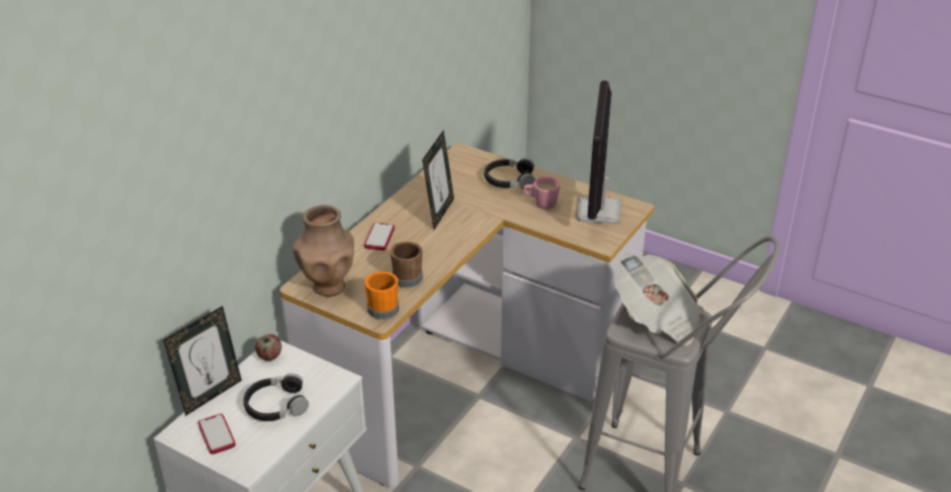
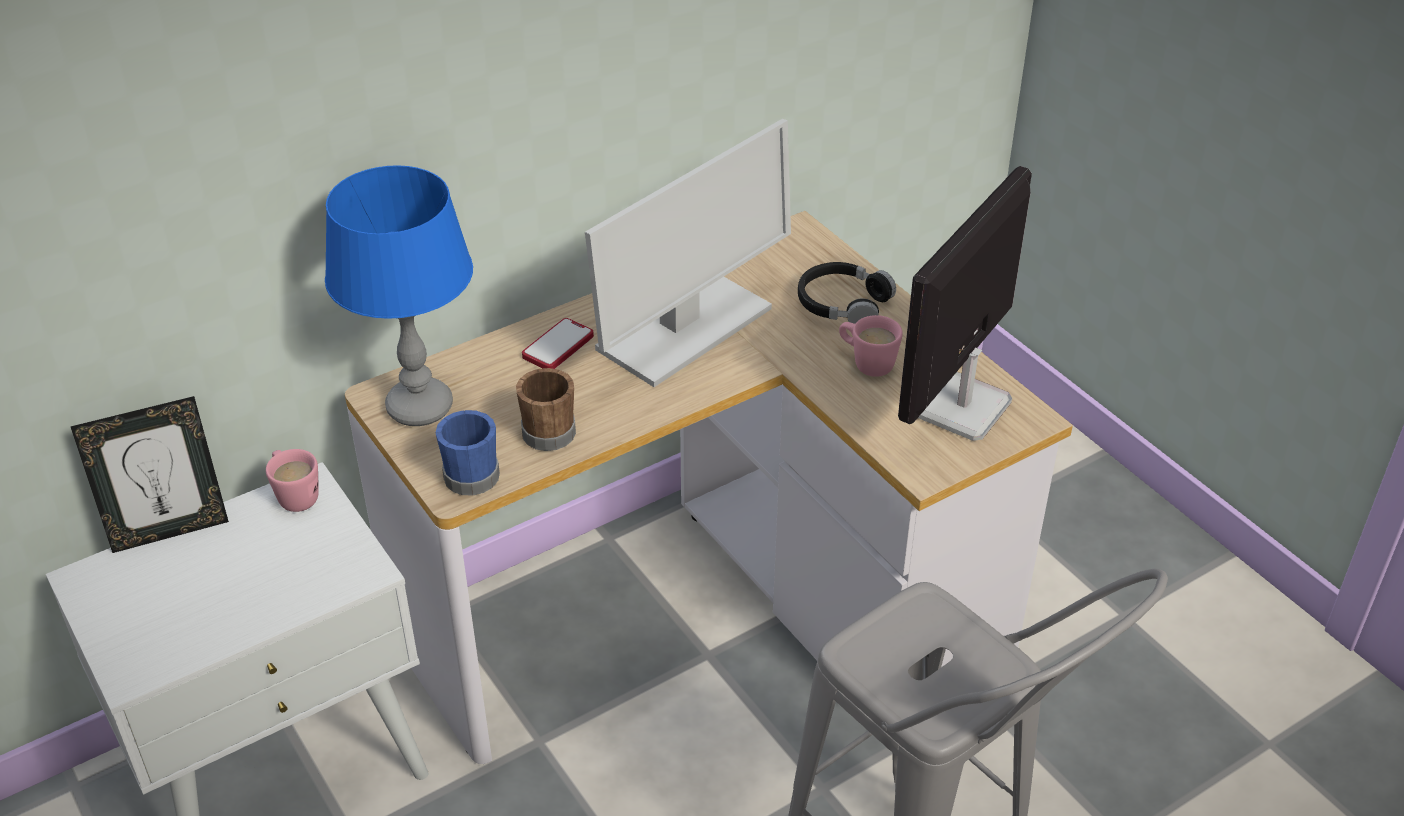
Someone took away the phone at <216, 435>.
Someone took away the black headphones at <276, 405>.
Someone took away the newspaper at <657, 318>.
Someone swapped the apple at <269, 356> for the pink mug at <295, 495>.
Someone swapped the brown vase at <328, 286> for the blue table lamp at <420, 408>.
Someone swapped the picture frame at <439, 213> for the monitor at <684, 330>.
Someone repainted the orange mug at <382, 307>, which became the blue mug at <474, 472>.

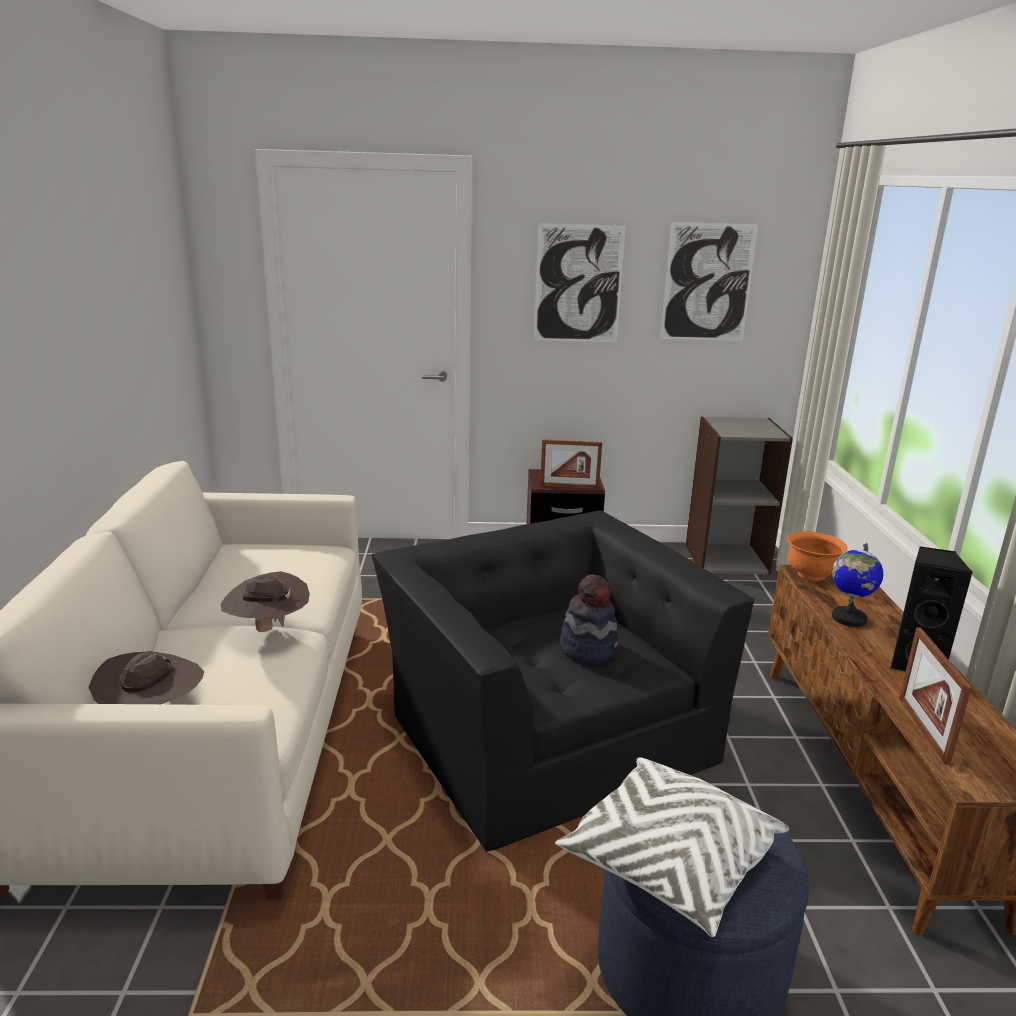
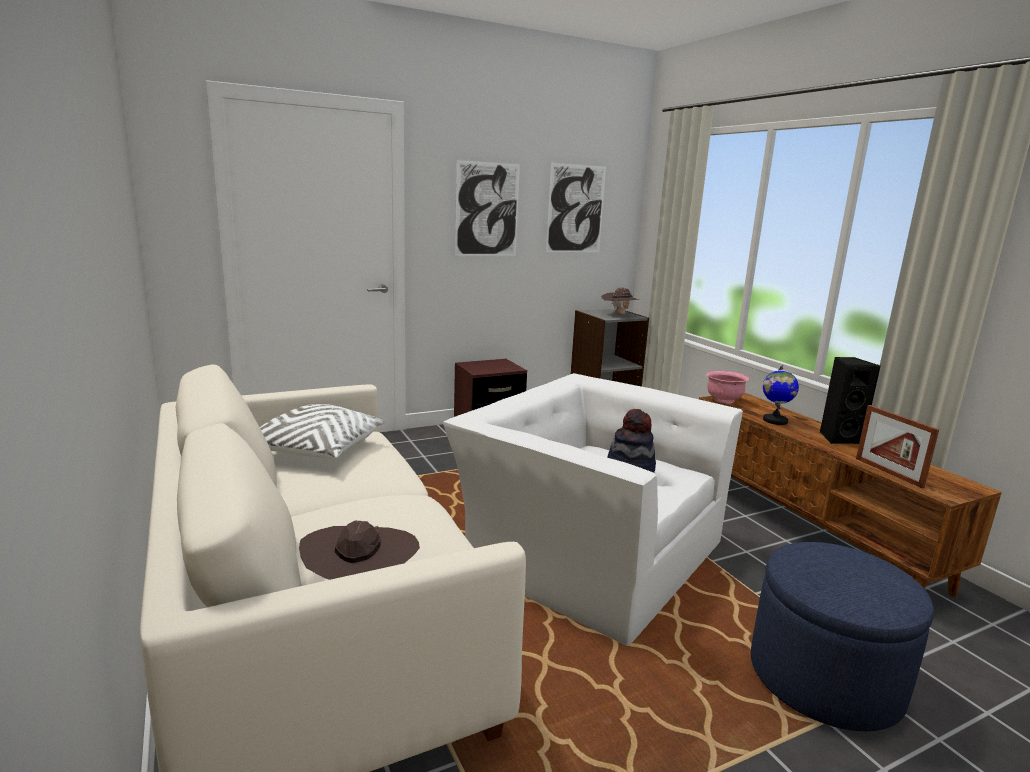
Someone took away the picture frame at <569, 486>.
Someone carried the brown hat from <268, 629> to <620, 315>.
Someone carried the white pillow from <670, 862> to <316, 451>.
Someone repainted the black armchair at <545, 730>, which became the white armchair at <588, 550>.
Someone repainted the orange bowl at <811, 574>, which became the pink bowl at <724, 400>.

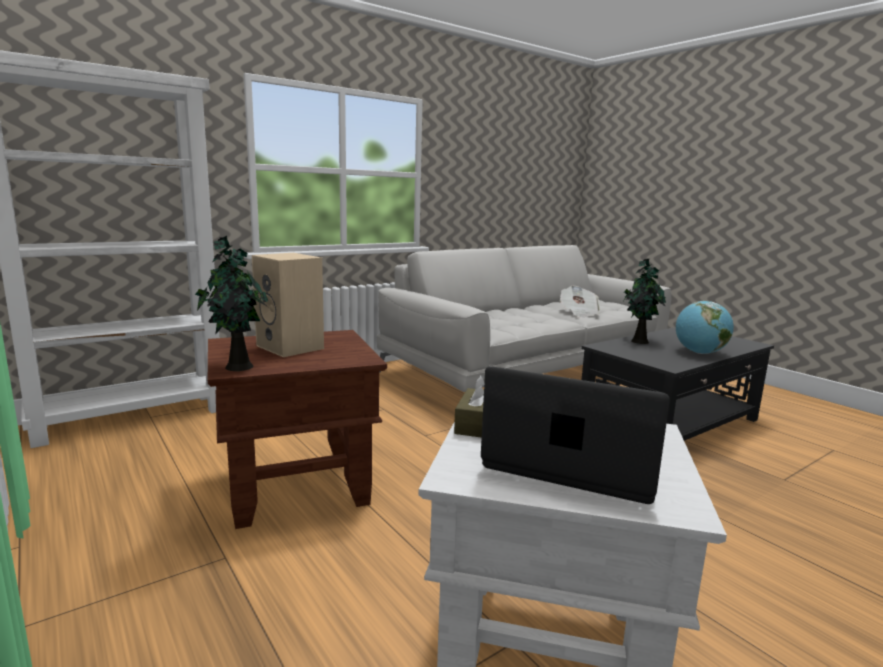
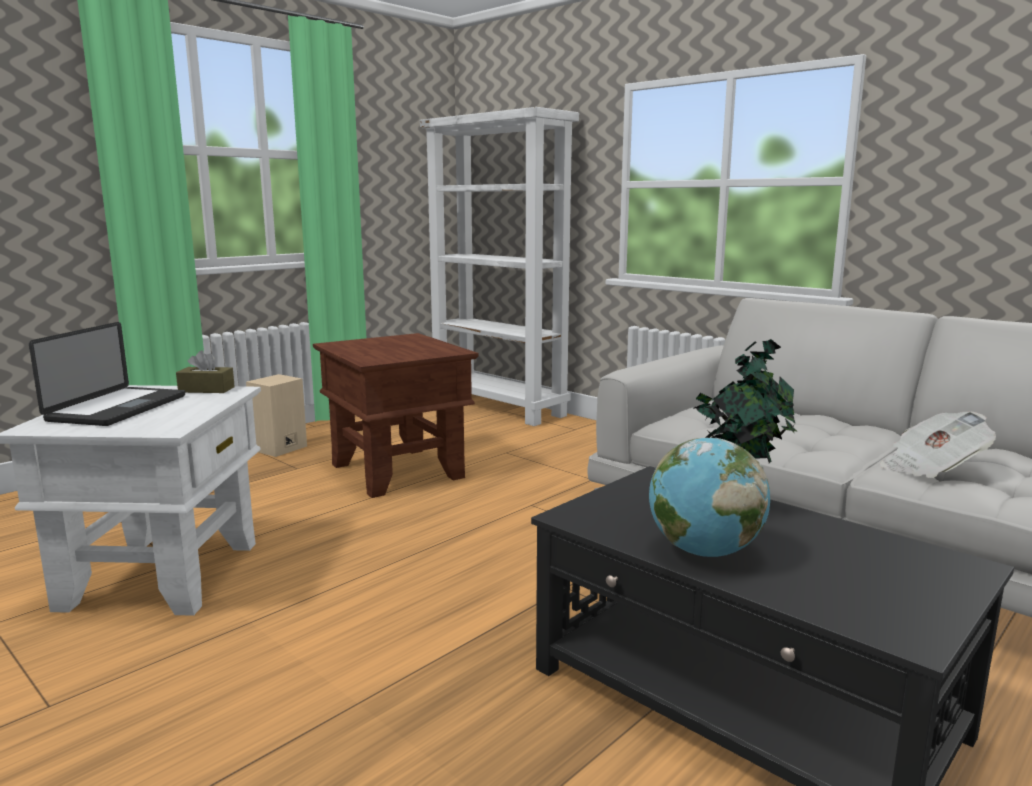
Someone took away the potted plant at <237, 366>.
Someone carried the beige speaker from <292, 347> to <279, 449>.

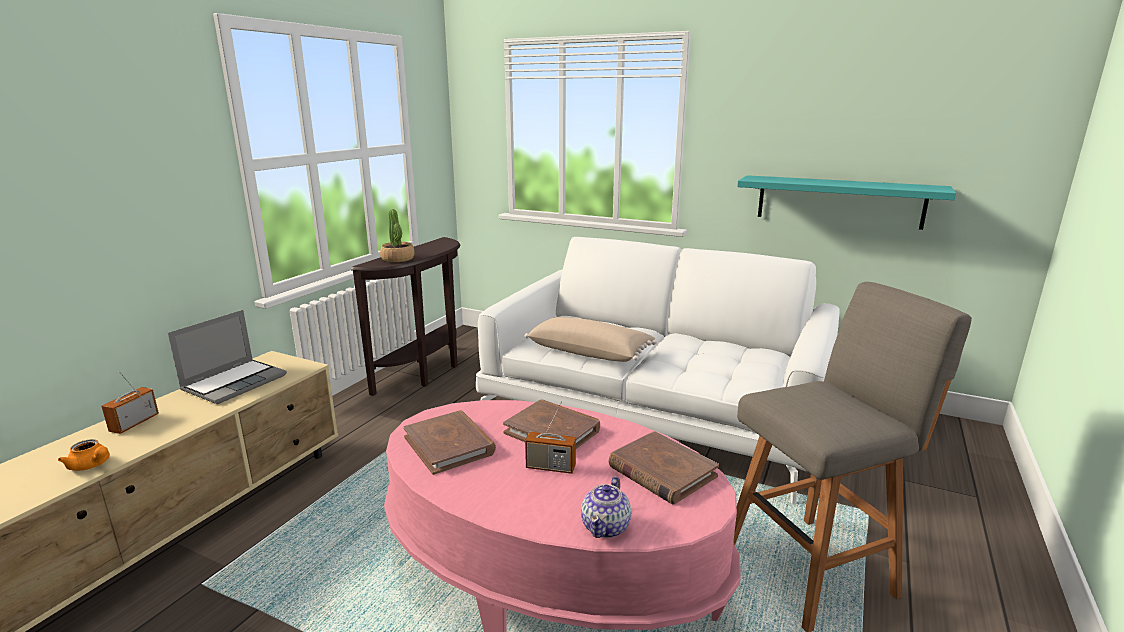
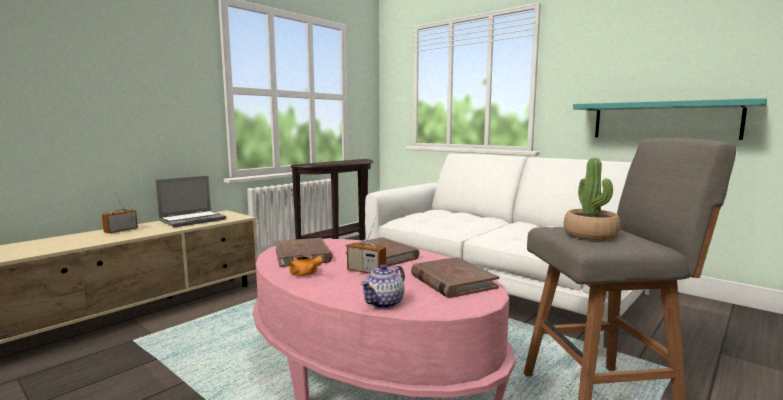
Someone took away the beige pillow at <590, 352>.
Someone carried the orange teapot from <91, 465> to <305, 274>.
Someone carried the potted plant from <398, 259> to <590, 235>.

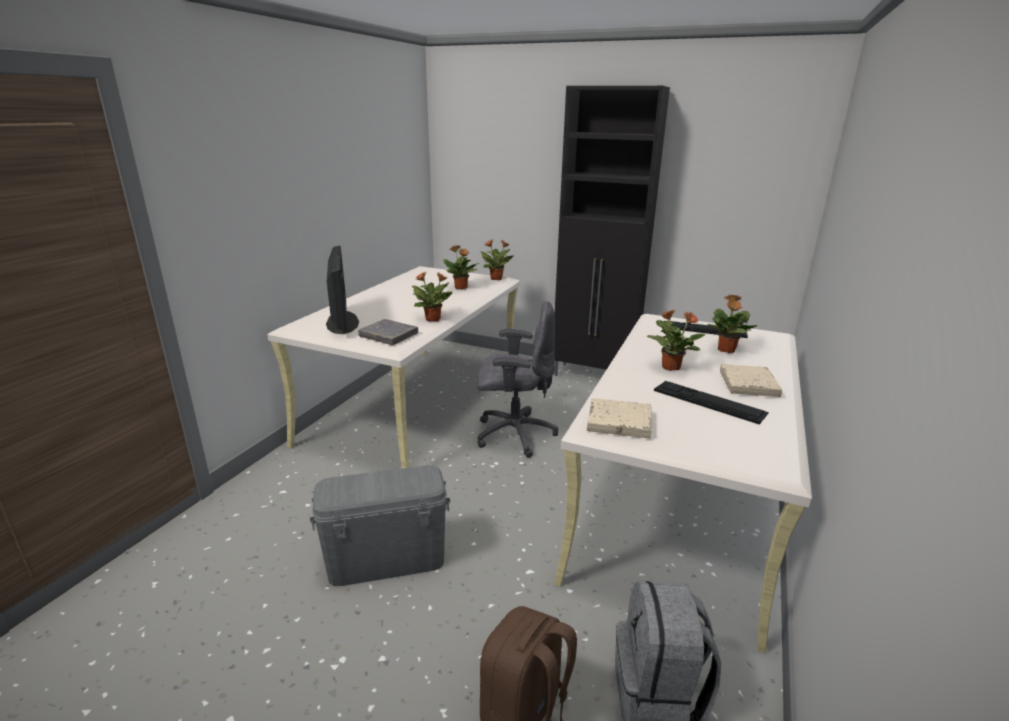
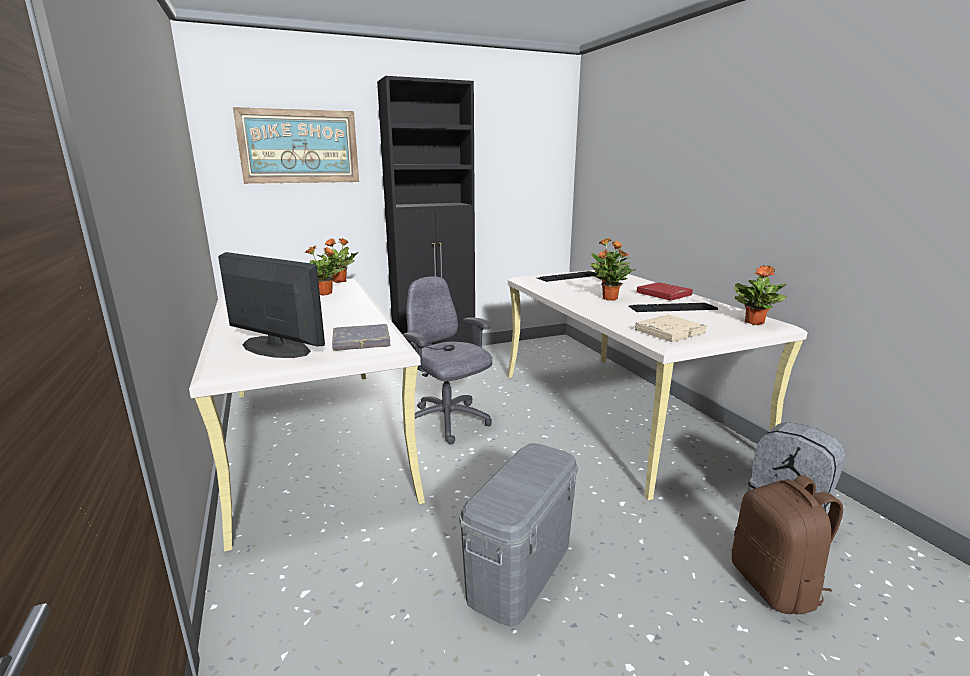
Someone put up the picture at <299, 146>.
Someone carried the potted plant from <433, 319> to <754, 322>.
Someone repainted the beige book at <748, 384>, which became the red book at <663, 295>.
Someone rotated the grey office chair at <514, 434> by 90 degrees counterclockwise.

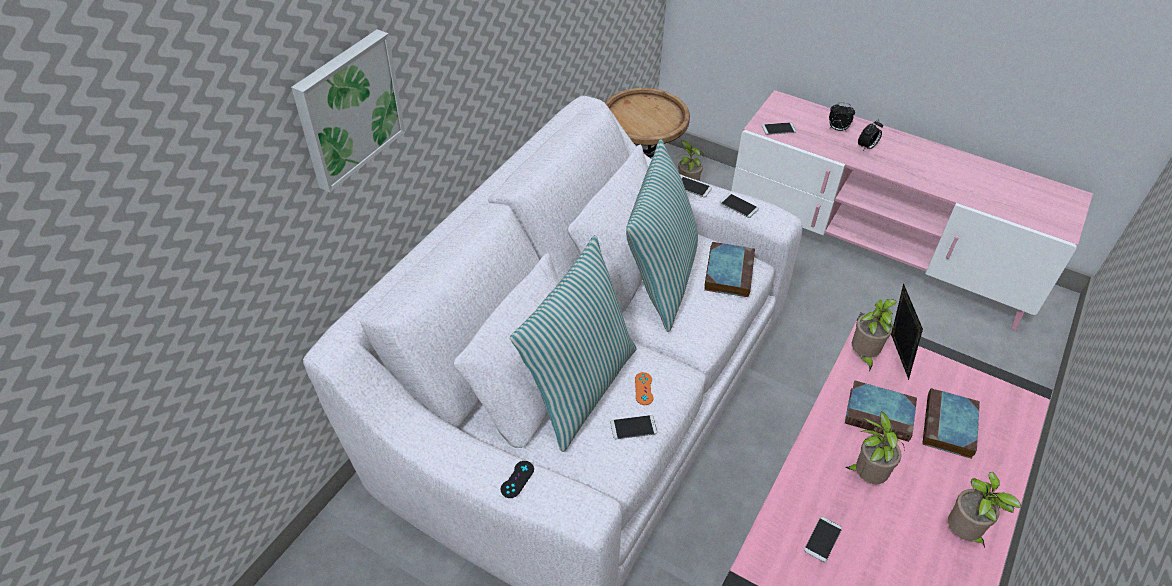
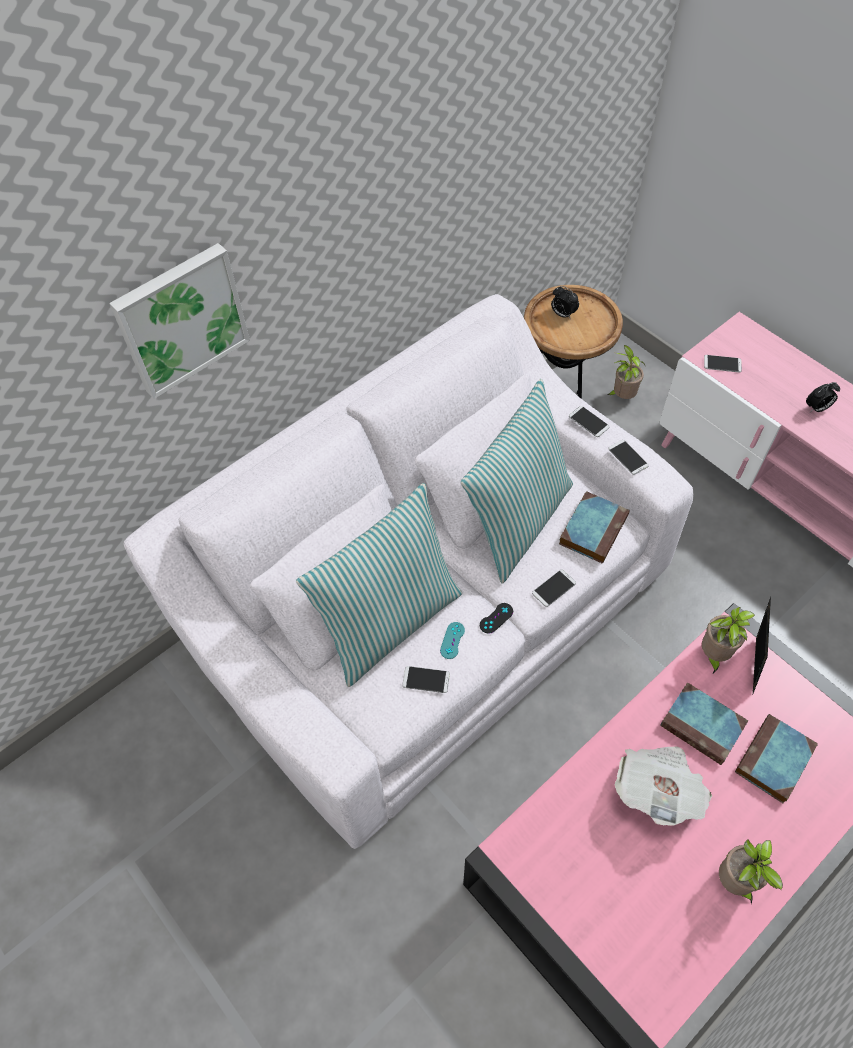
Someone carried the black game controller from <517, 479> to <496, 618>.
Someone carried the phone from <822, 539> to <554, 588>.
Someone carried the alarm clock from <837, 129> to <562, 314>.
Someone swapped the potted plant at <866, 476> for the newspaper at <658, 789>.
Someone repainted the orange game controller at <644, 388>, which became the turquoise game controller at <452, 640>.

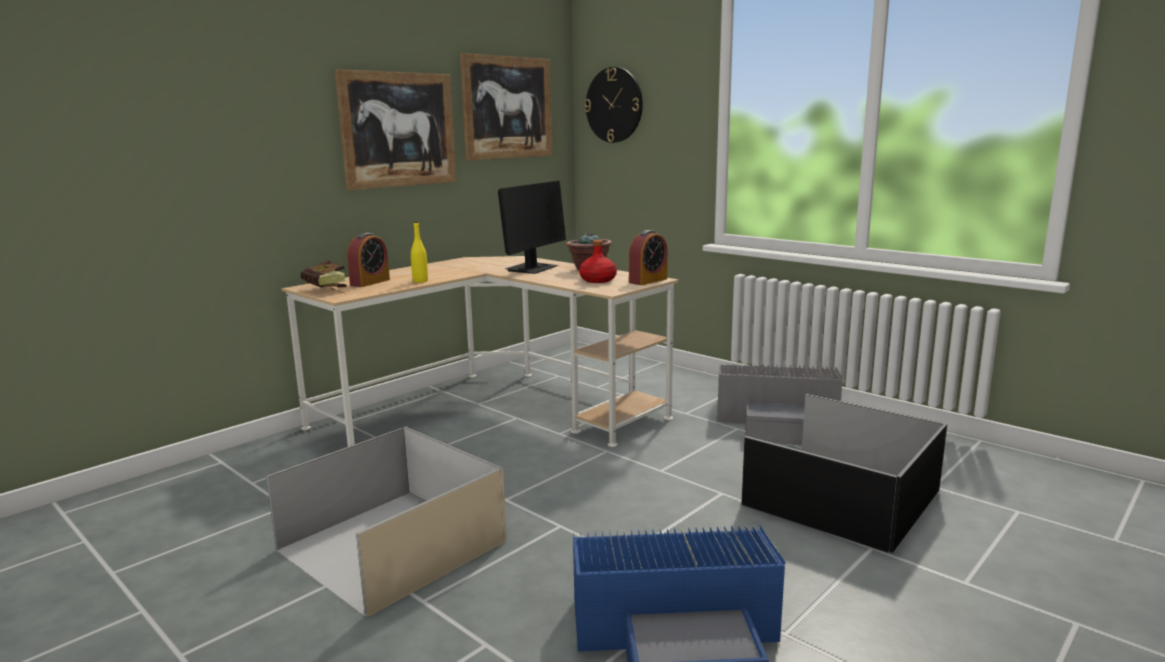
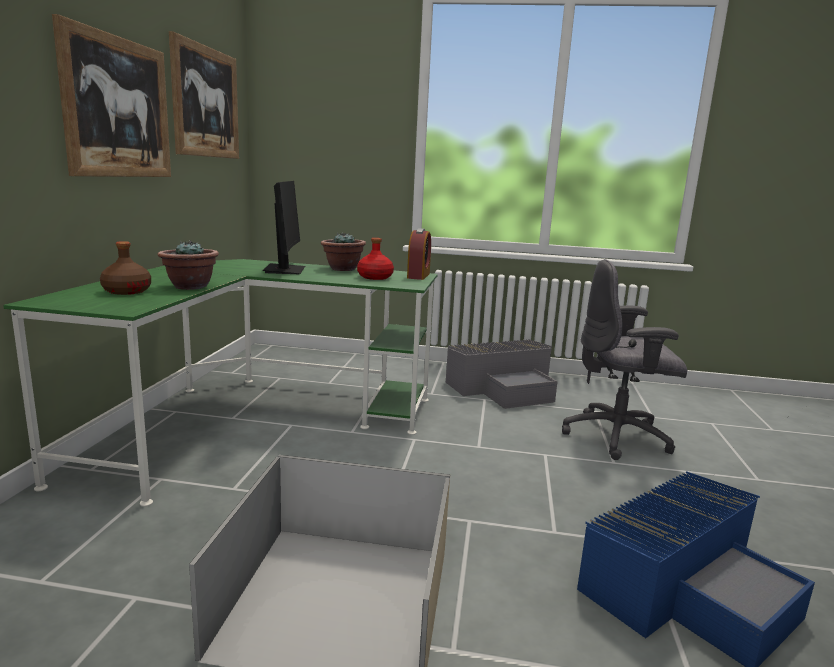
Someone took away the book at <327, 291>.
Someone took away the wall clock at <614, 105>.
Someone swapped the alarm clock at <370, 282> for the brown bottle at <126, 291>.
Someone swapped the yellow bottle at <420, 281> for the potted plant at <190, 287>.
Someone swapped the black storage box at <841, 496> for the grey office chair at <617, 437>.
Someone repainted the beige desk at <492, 408>, which became the green desk at <253, 419>.

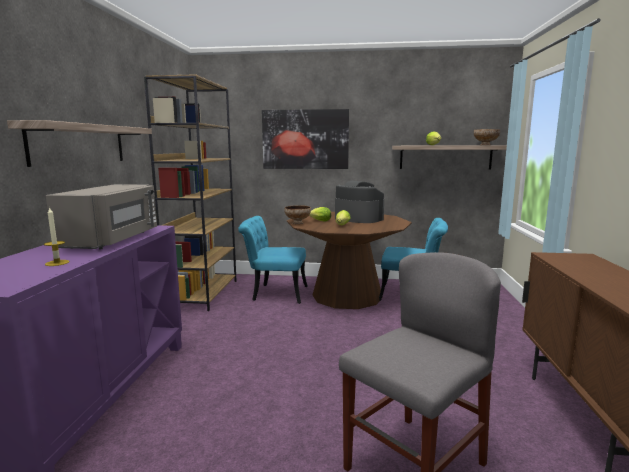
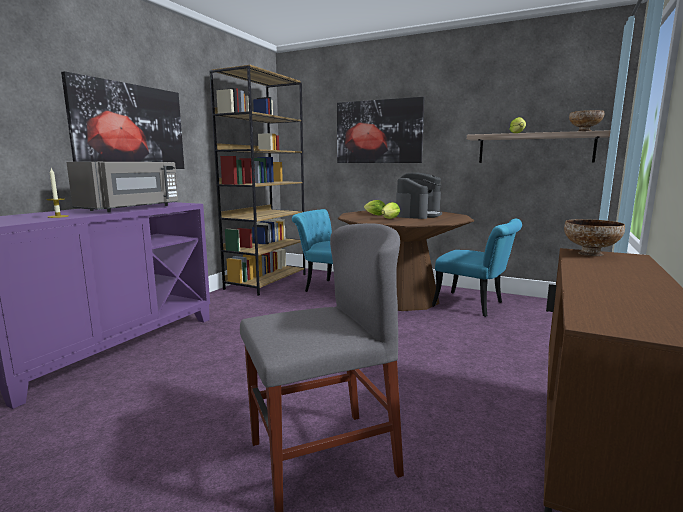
Someone carried the bowl from <298, 223> to <590, 253>.
Someone swapped the shelf at <80, 144> for the picture at <130, 127>.
Someone rotated the coffee machine at <358, 219> by 60 degrees clockwise.

